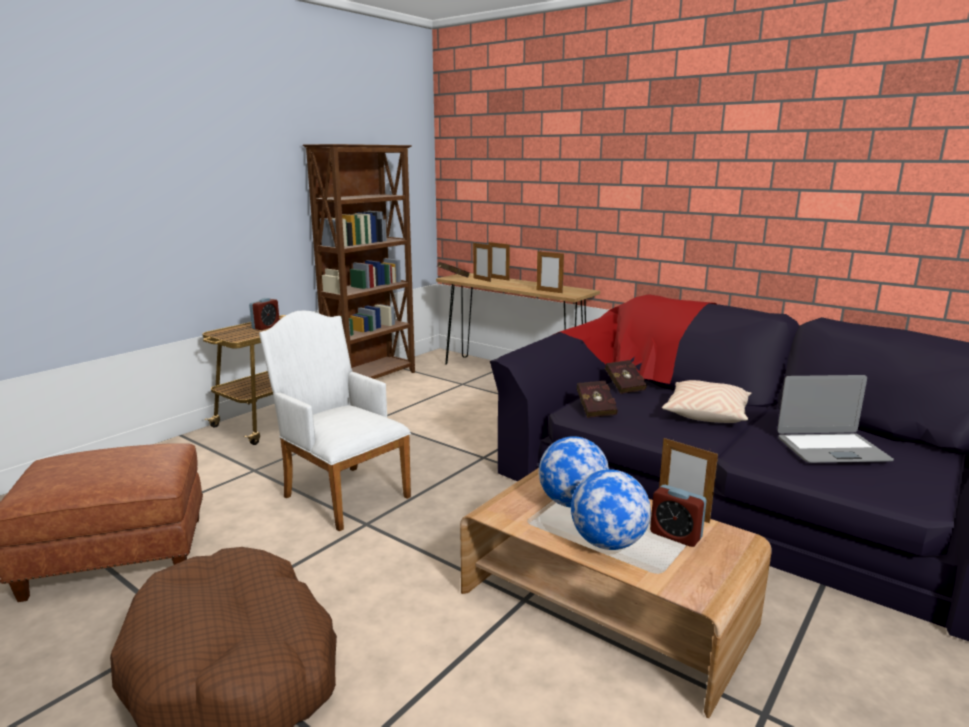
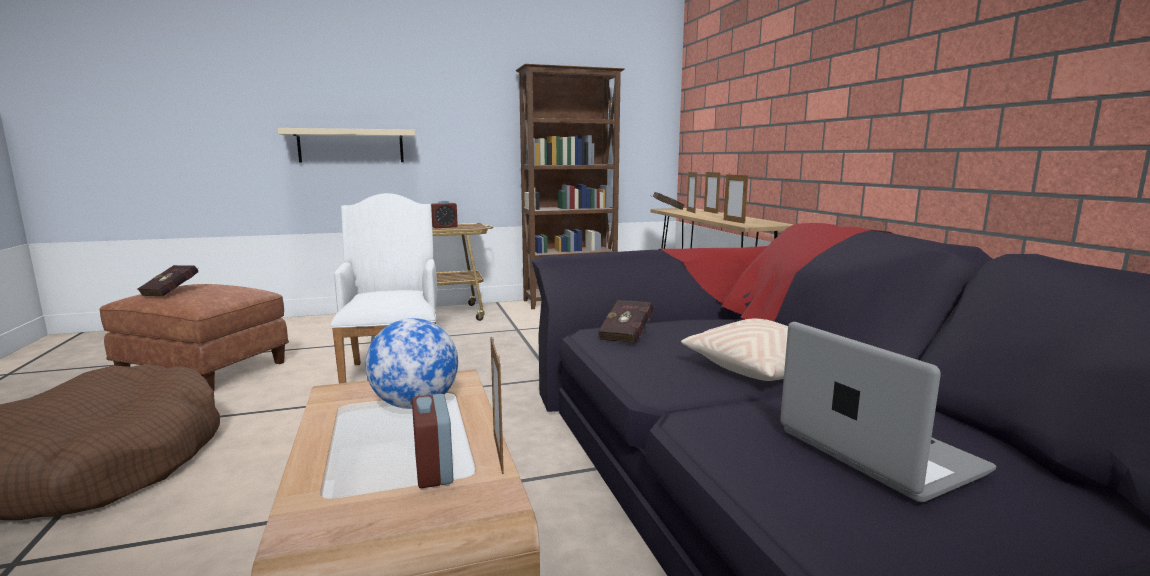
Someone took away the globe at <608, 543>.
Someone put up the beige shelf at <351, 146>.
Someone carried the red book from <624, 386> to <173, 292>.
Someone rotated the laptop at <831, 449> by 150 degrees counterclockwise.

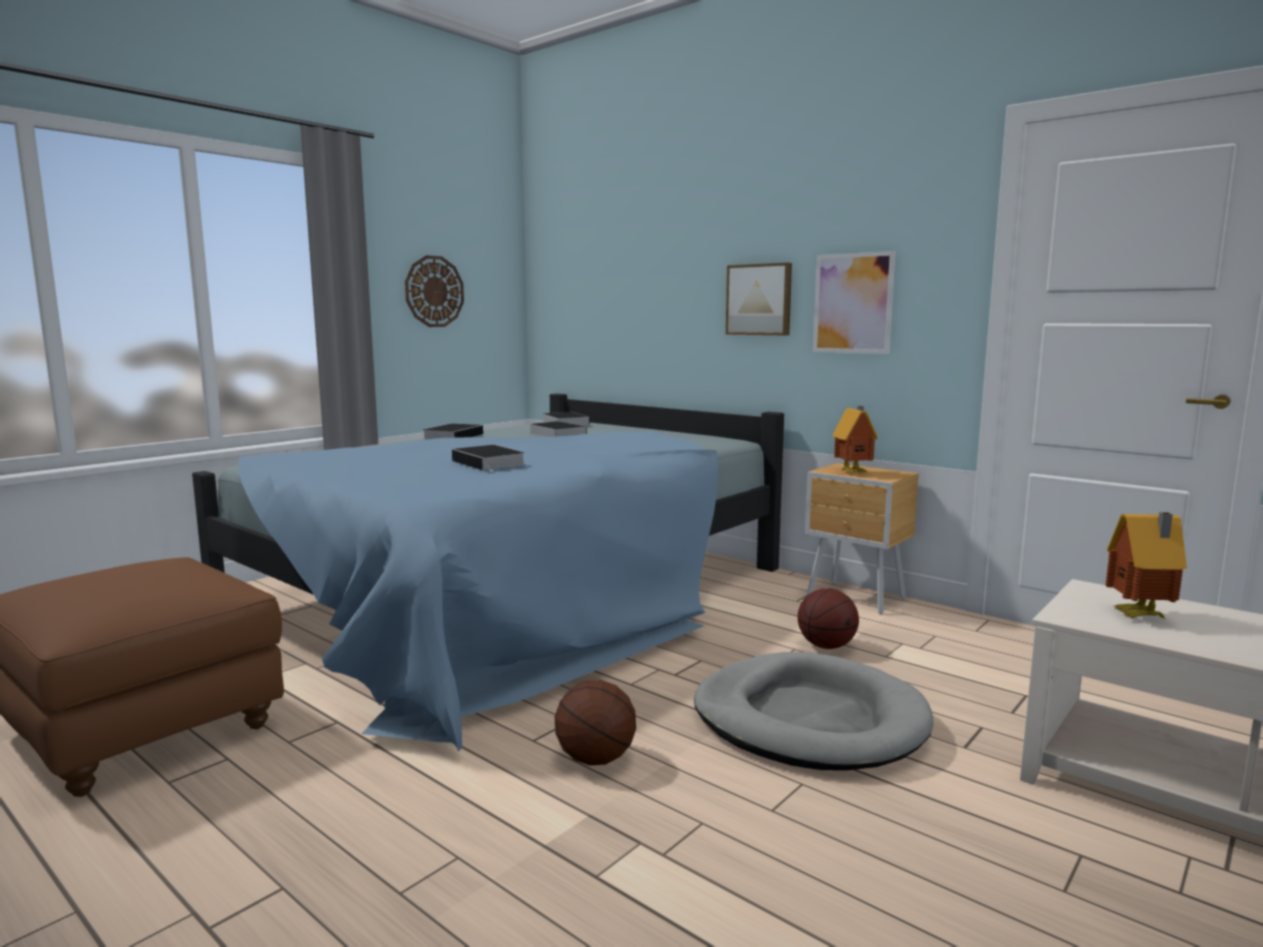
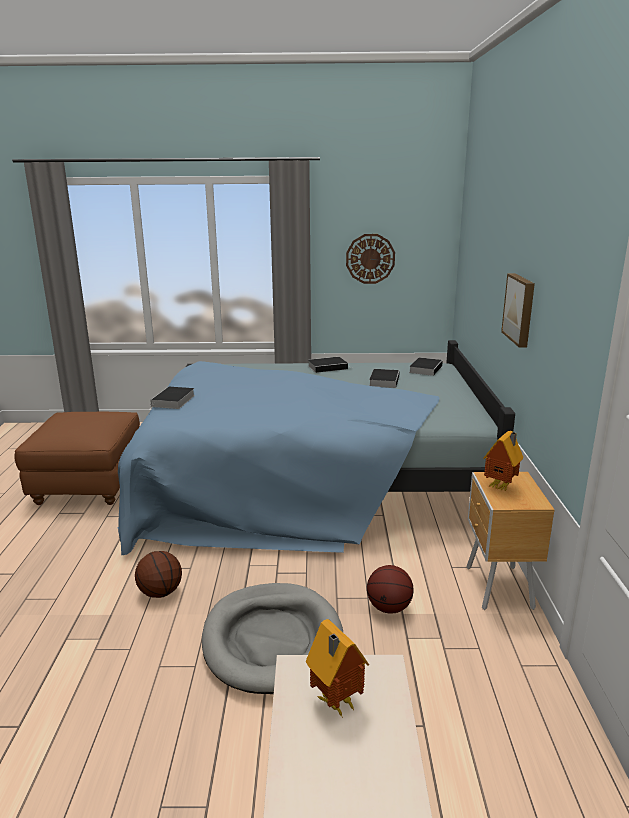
Someone took away the picture at <852, 303>.
Someone carried the book from <490, 463> to <173, 401>.

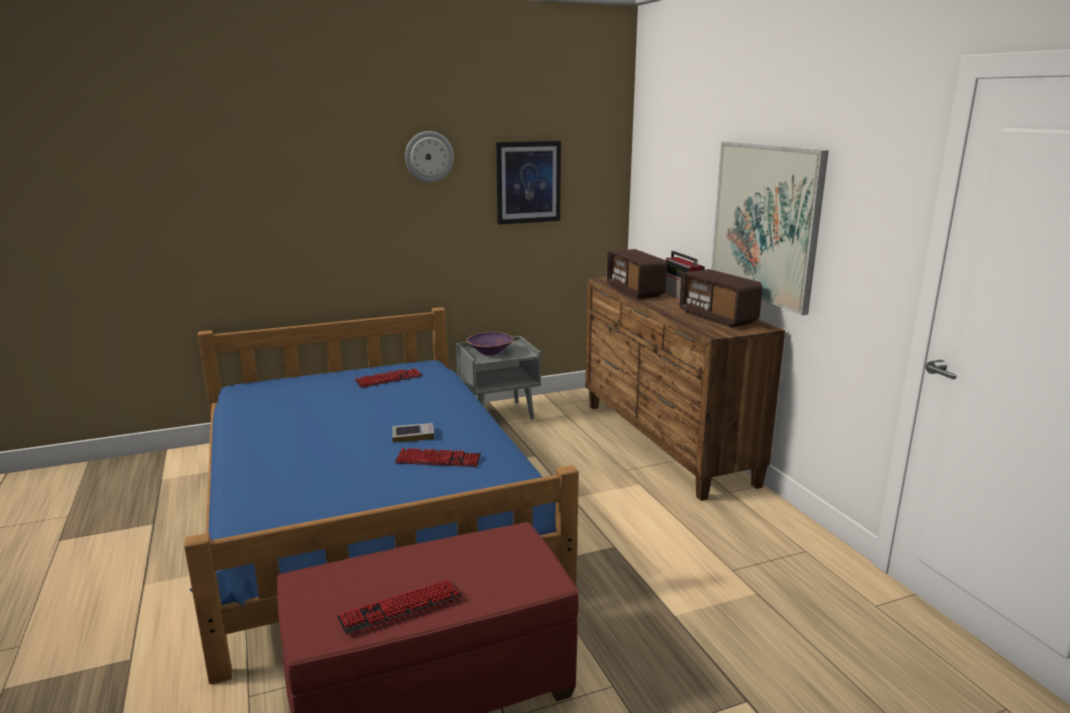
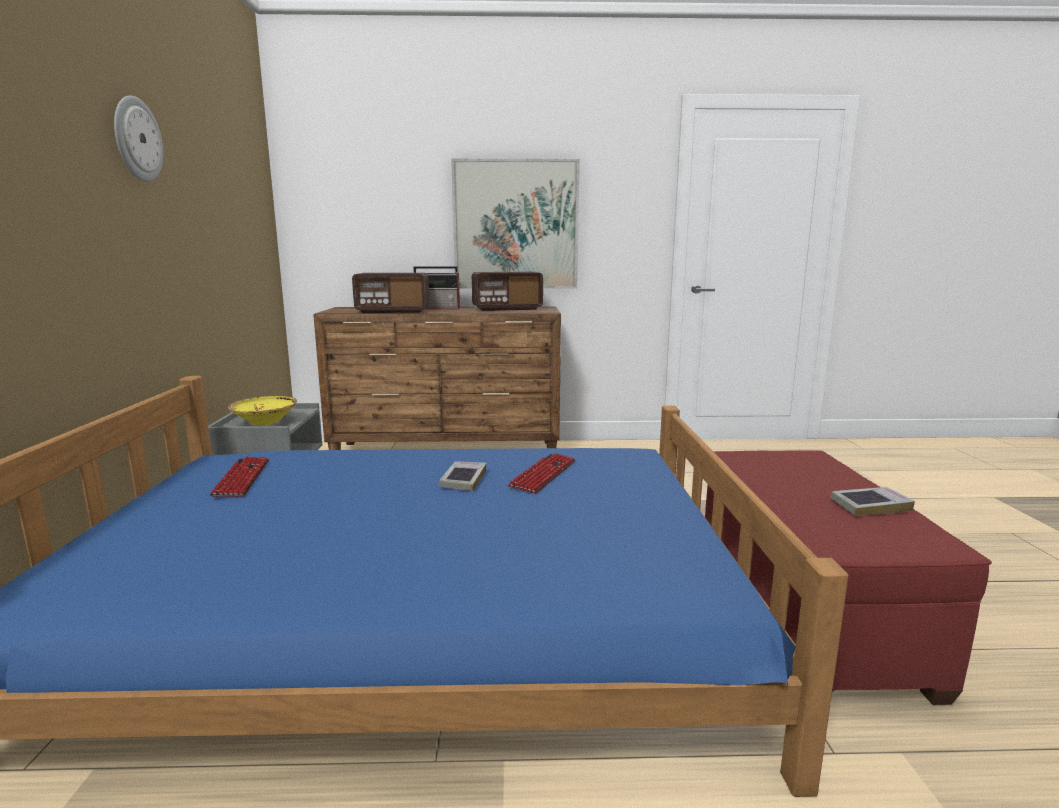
Someone took away the picture at <528, 182>.
Someone swapped the keyboard at <400, 609> for the book at <870, 506>.
Someone repainted the purple bowl at <490, 352>, which became the yellow bowl at <265, 422>.

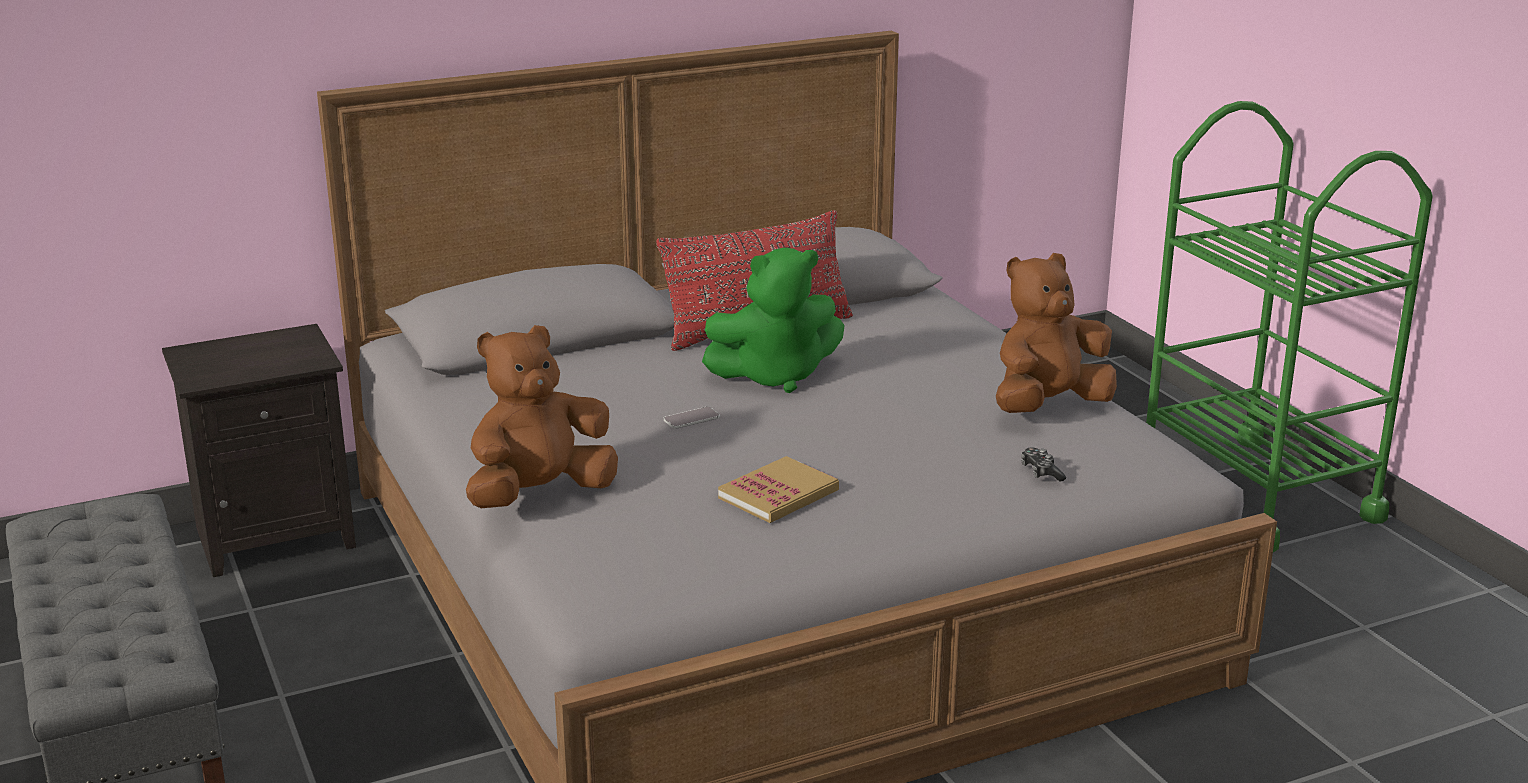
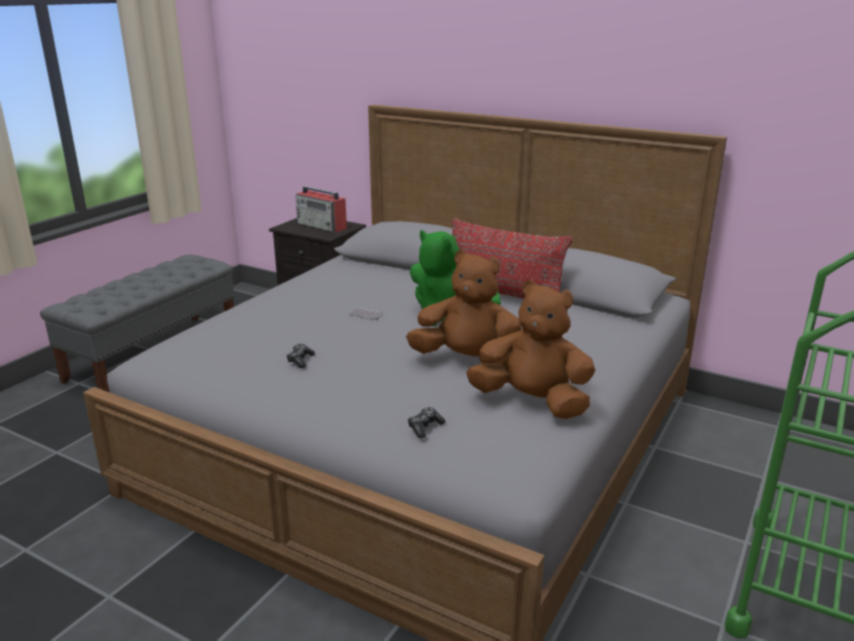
Someone put down the radio at <322, 226>.
Someone carried the brown plush toy from <540, 495> to <467, 361>.
Someone swapped the book at <778, 494> for the game controller at <300, 360>.

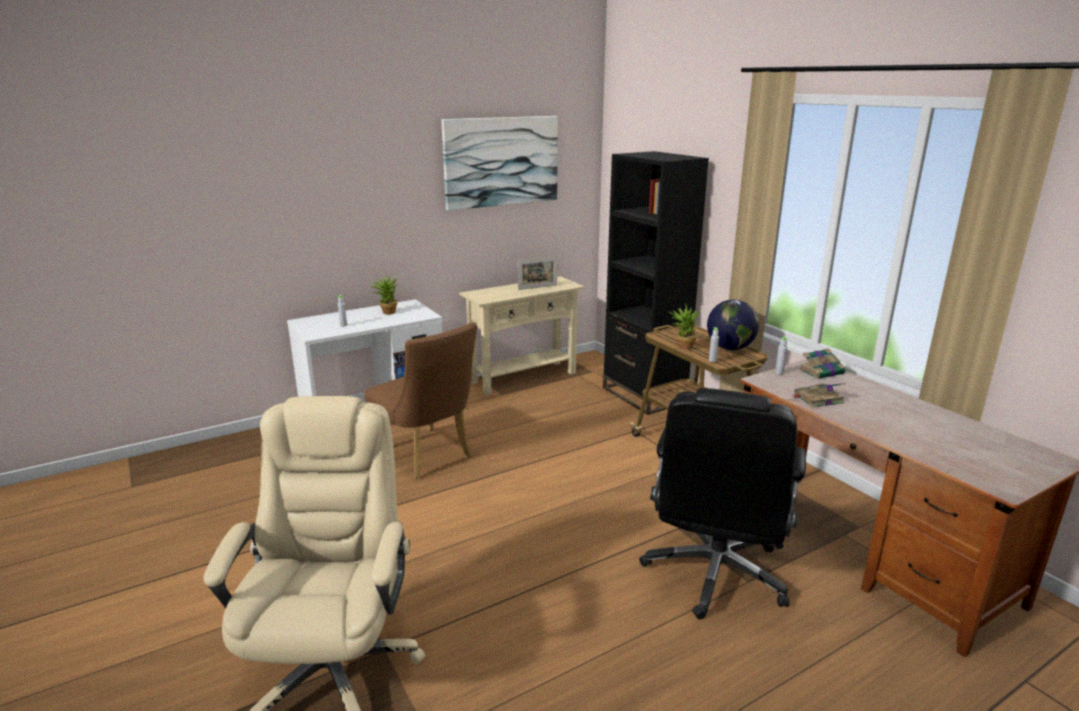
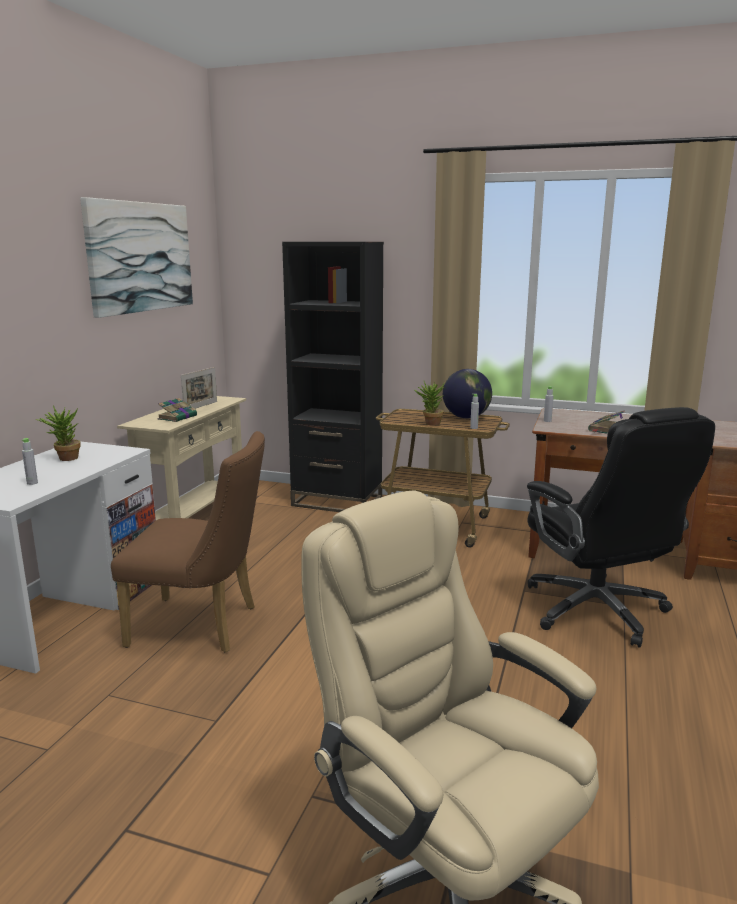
Someone carried the book from <822, 371> to <178, 417>.

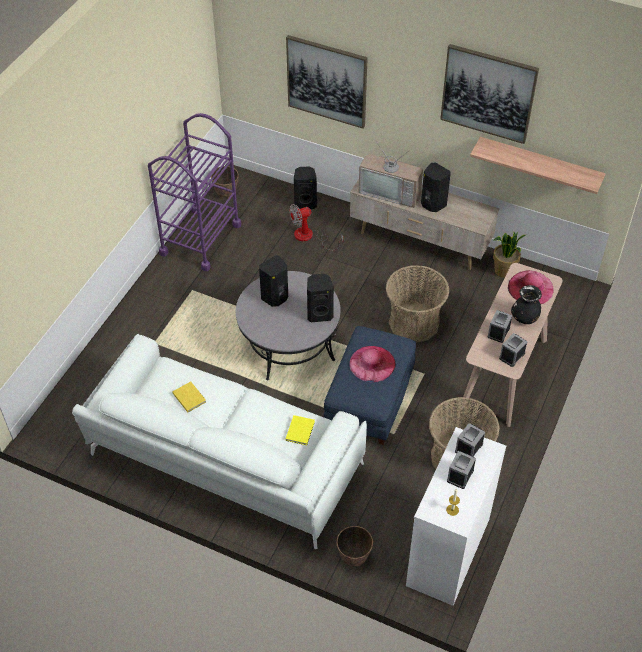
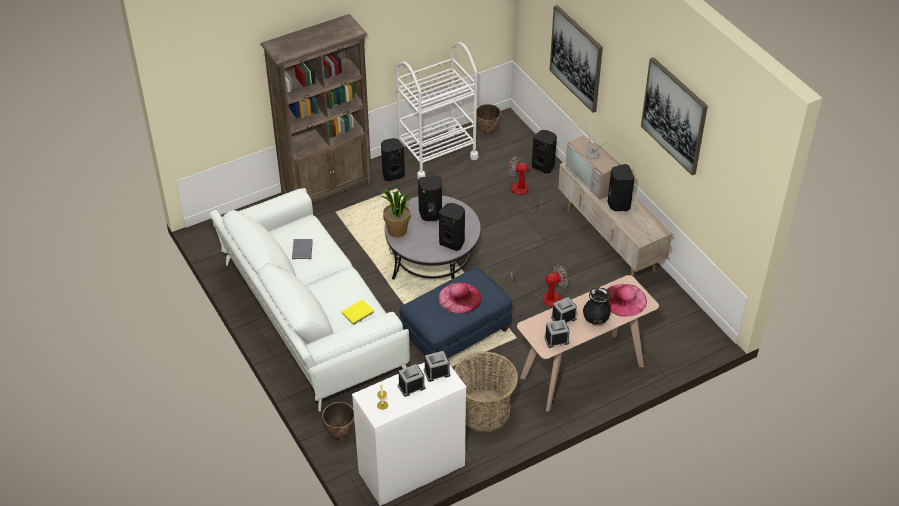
Someone took away the shelf at <539, 165>.
Someone put down the brown bookcase at <327, 190>.
Someone put down the black speaker at <392, 174>.
Someone carried the potted plant from <504, 271> to <397, 231>.
Someone swapped the basket at <413, 323> for the fan at <545, 297>.
Someone repainted the purple cart at <200, 239>, which became the white cart at <436, 155>.
Someone repainted the yellow book at <189, 397>, which became the grey book at <303, 249>.

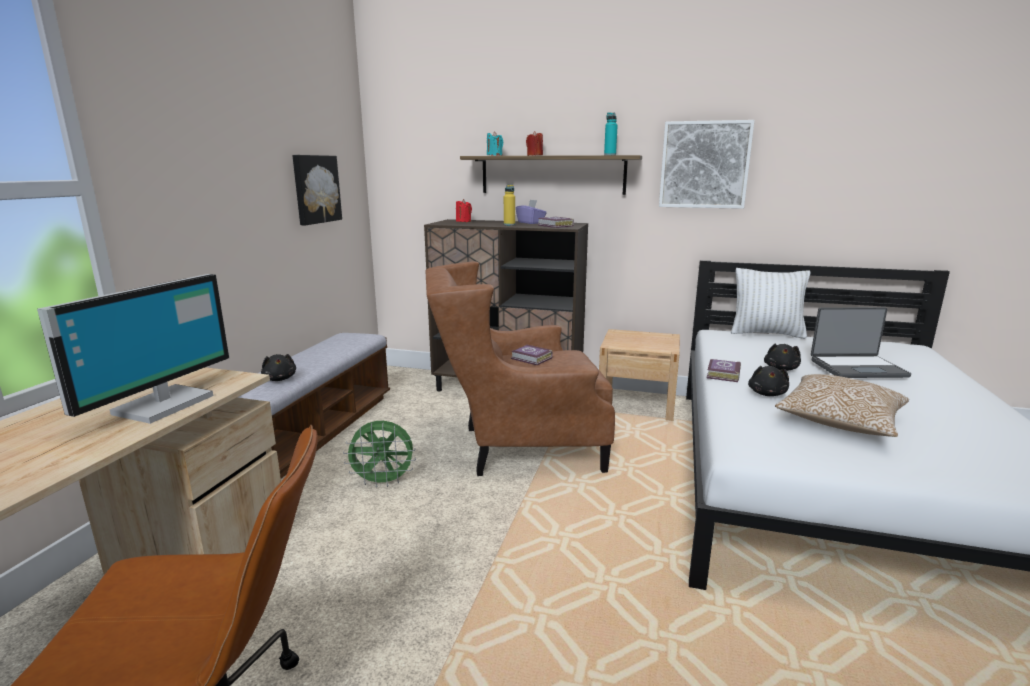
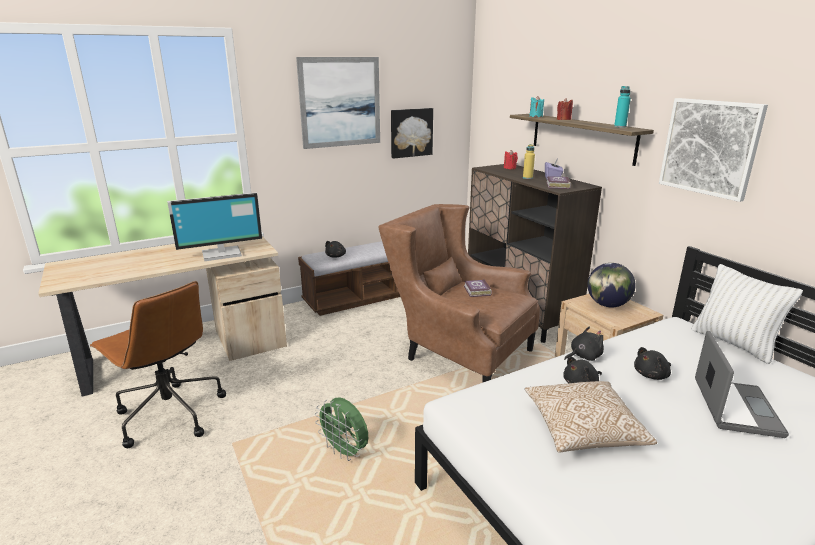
Someone put up the picture at <340, 102>.
Someone put down the globe at <607, 305>.
Someone carried the green fan from <383, 482> to <345, 452>.
Someone swapped the book at <722, 374> for the black plush toy at <583, 356>.
Someone rotated the laptop at <857, 368> by 120 degrees counterclockwise.

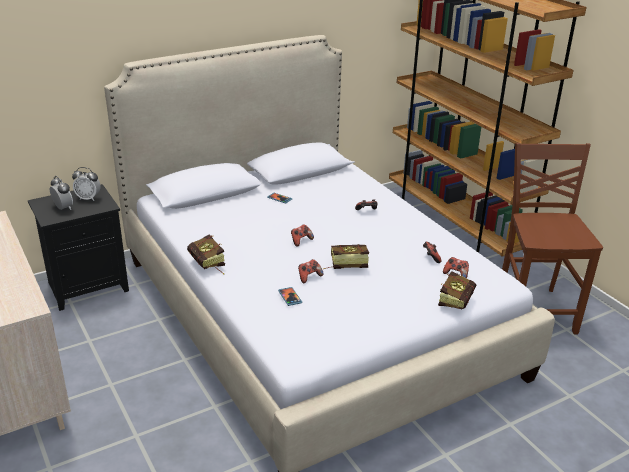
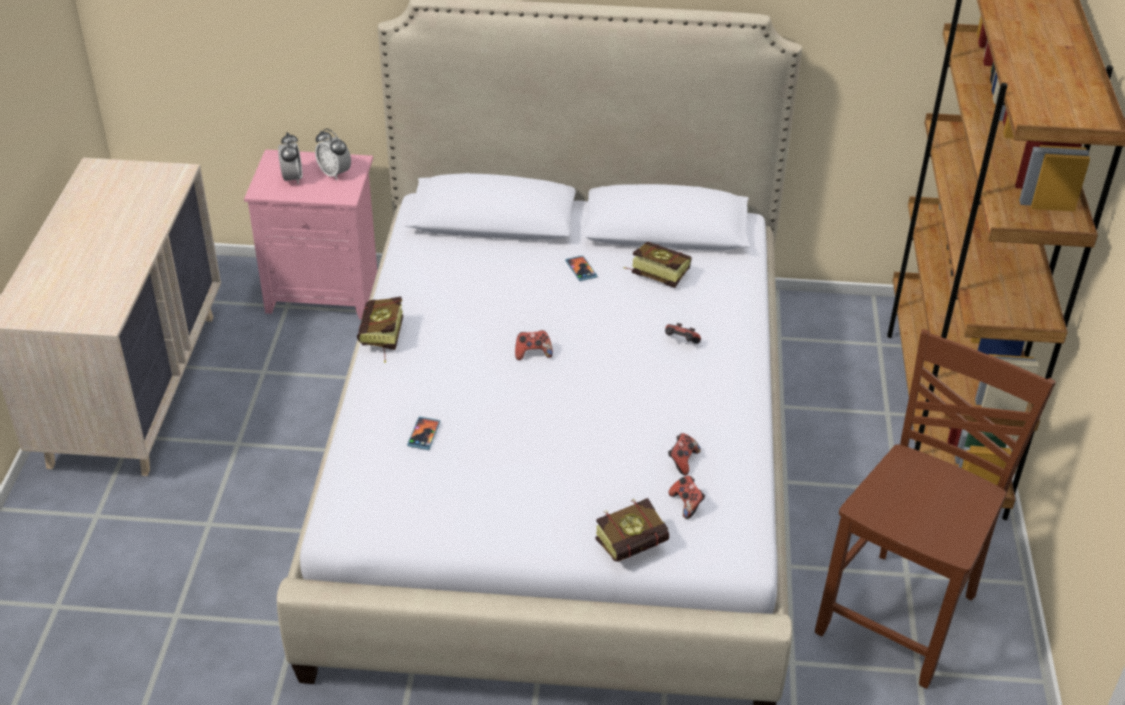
Someone took away the game controller at <309, 277>.
Someone carried the book from <344, 264> to <655, 273>.
Someone repainted the black nightstand at <88, 286>, which became the pink nightstand at <326, 291>.

